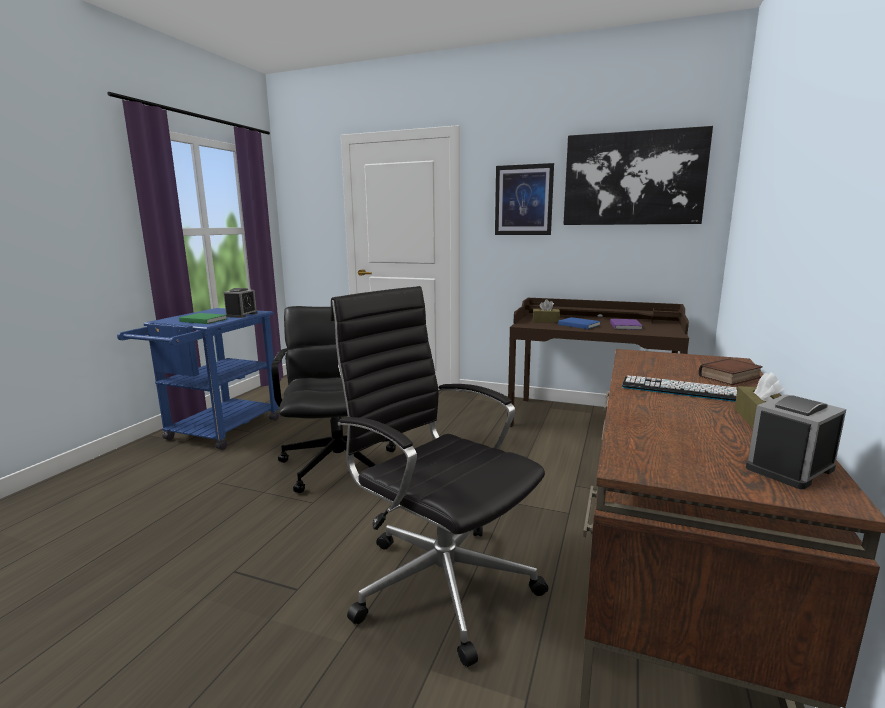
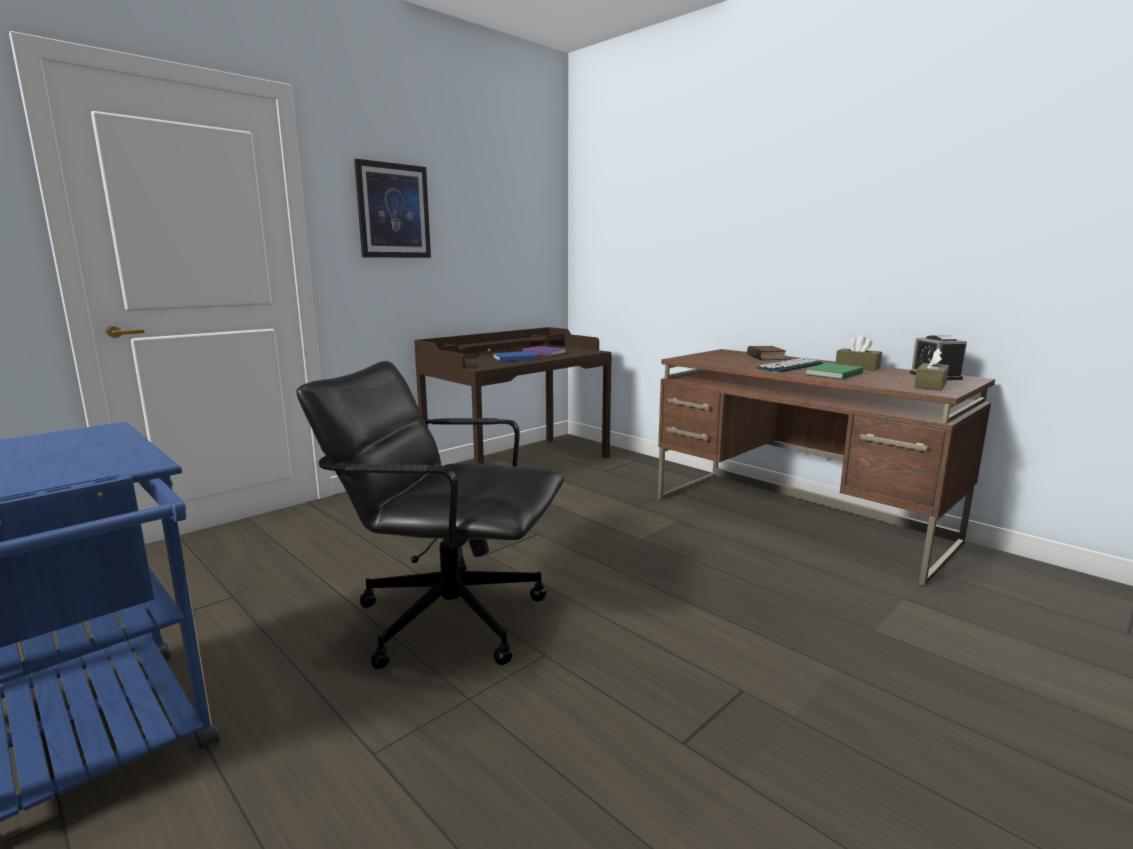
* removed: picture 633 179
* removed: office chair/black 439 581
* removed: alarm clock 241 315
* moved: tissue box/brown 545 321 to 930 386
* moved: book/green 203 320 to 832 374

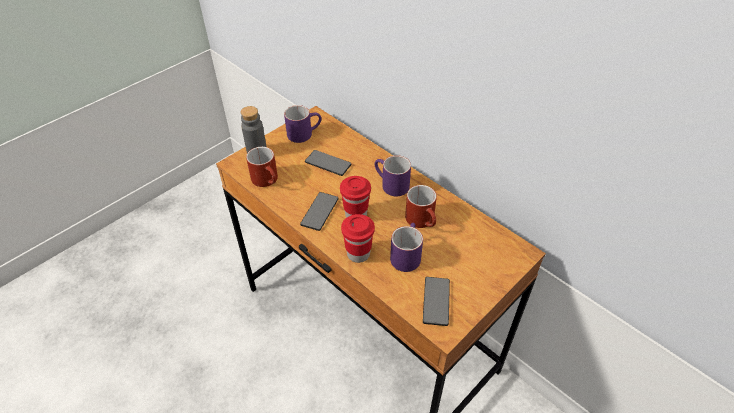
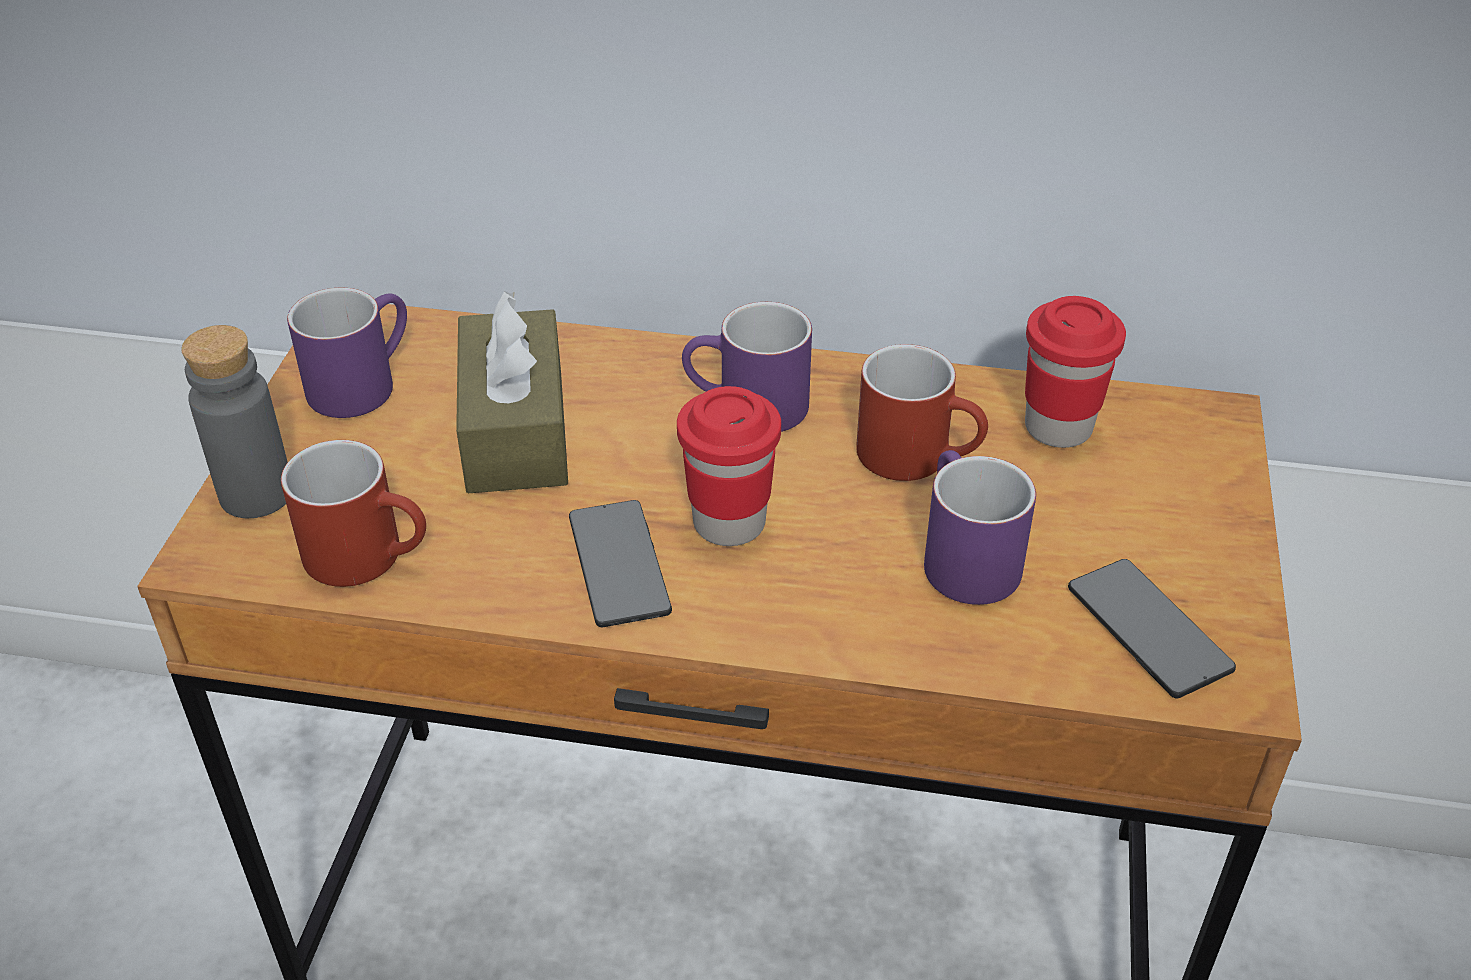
* replaced: phone 328 163 to tissue box/brown 515 430
* moved: cup/red 358 254 to 1058 428

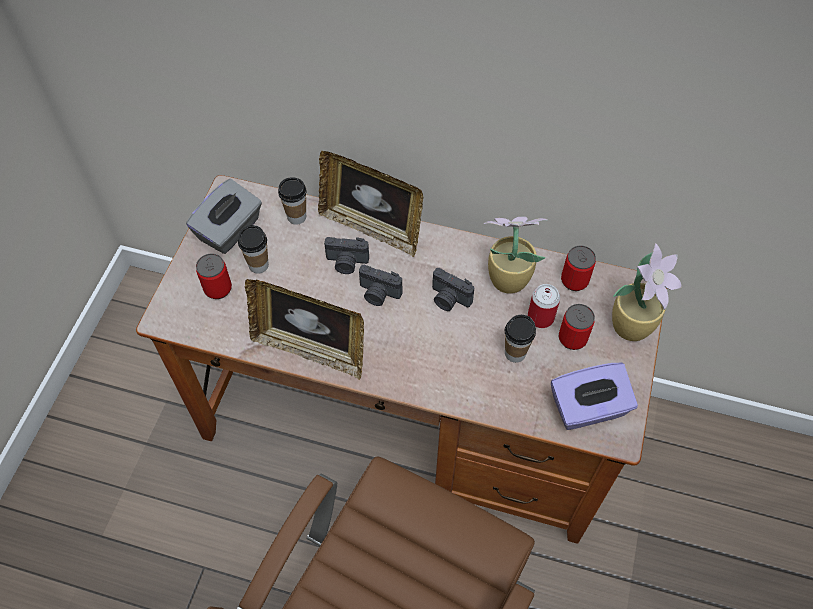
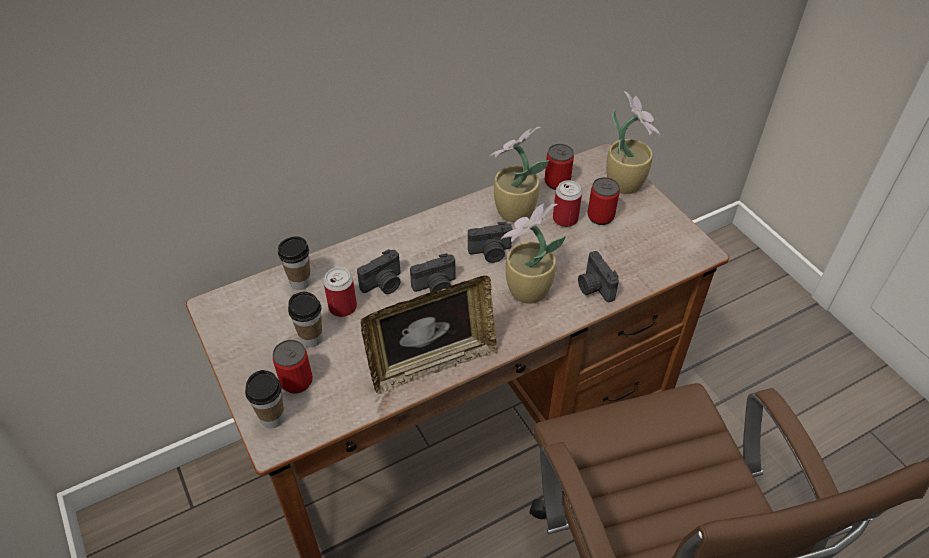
* removed: picture frame 371 227
* removed: tissue box/grey 230 230
* moved: cup 515 353 to 272 418
* removed: tissue box/purple 588 408
* added: potted plant 526 291
* added: photo camera 594 287
* added: can 342 307

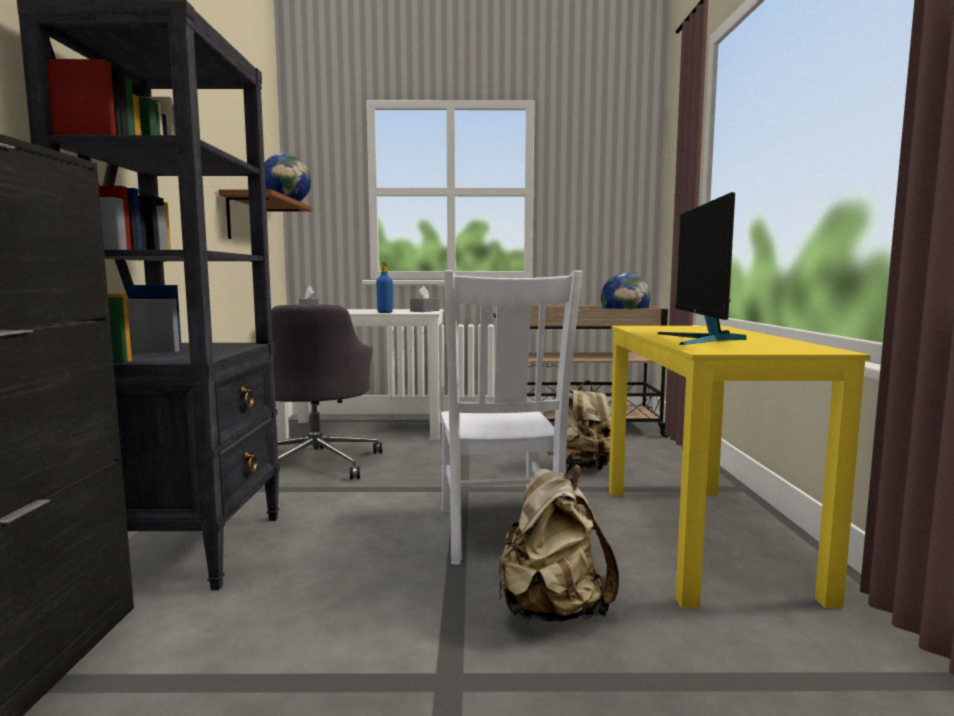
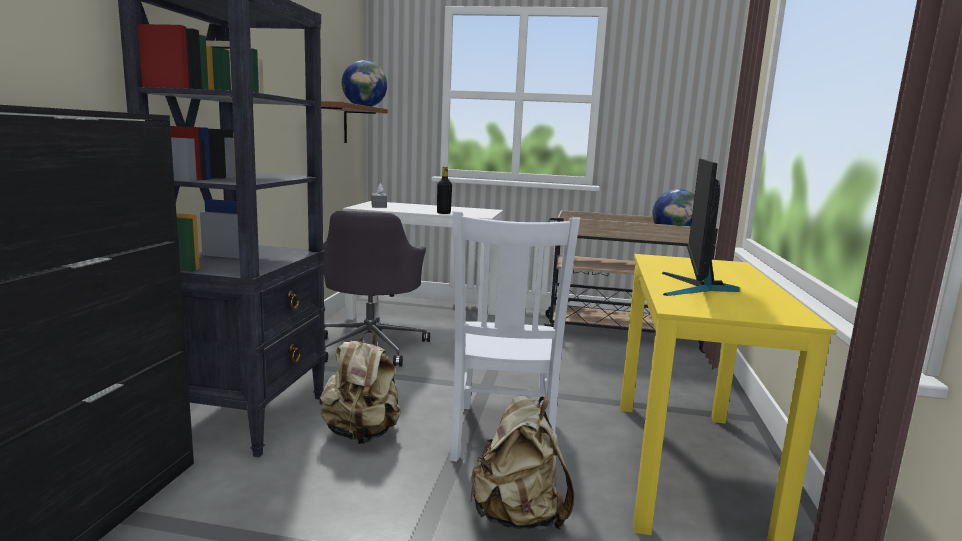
* recoloured: bottle/blue 385 312 to bottle/black 443 213
* removed: tissue box/grey 425 311
* moved: backpack/beige 584 468 to 362 434

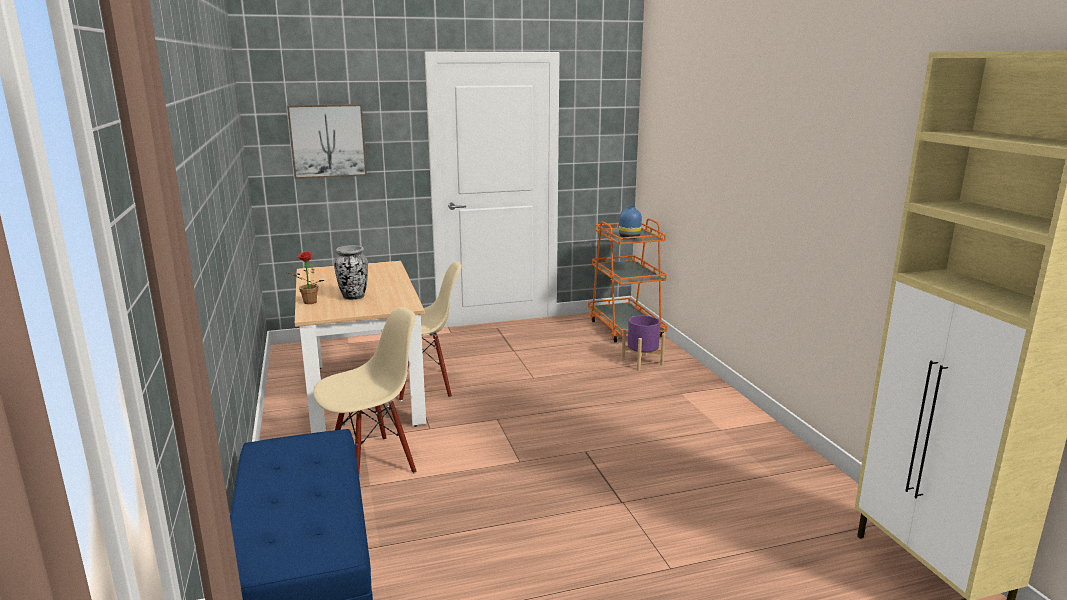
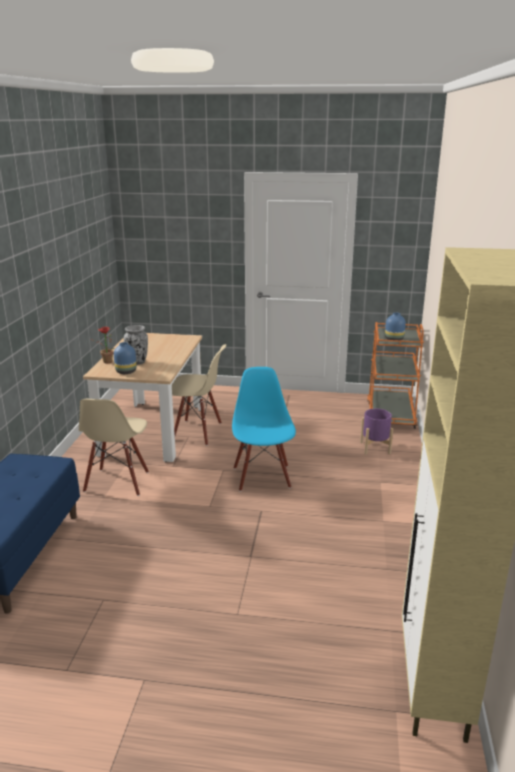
* removed: picture 328 141
* turned: chair/beige 372 463 = 117 482 105 degrees clockwise
* added: vase/blue 125 372
* added: chair/blue 262 477

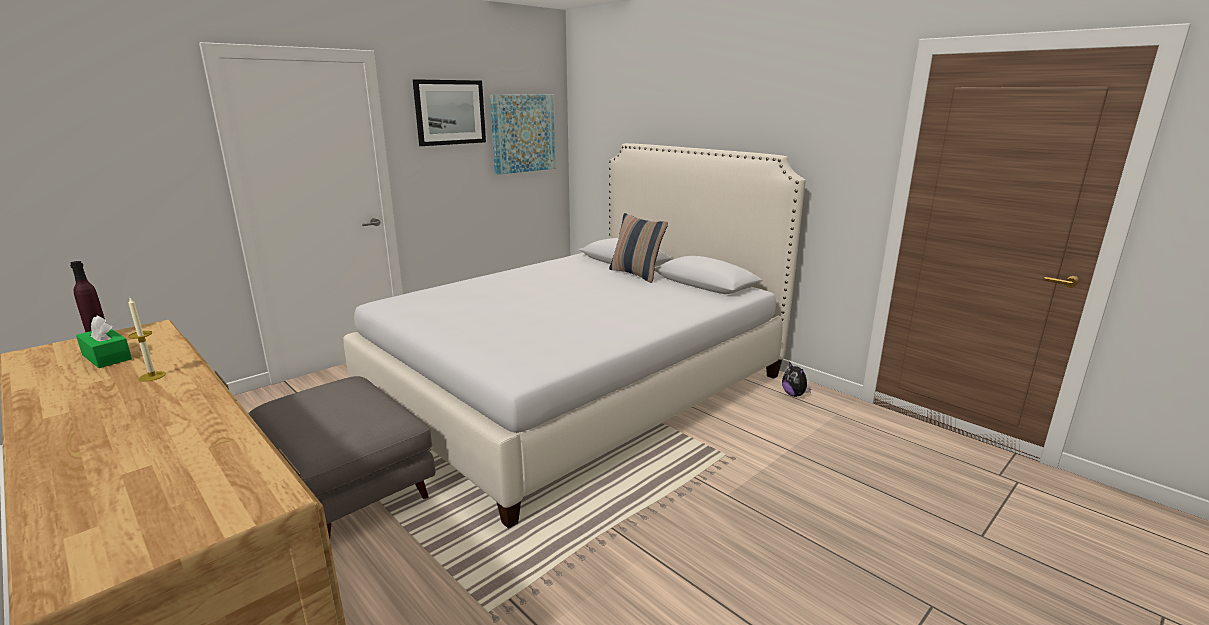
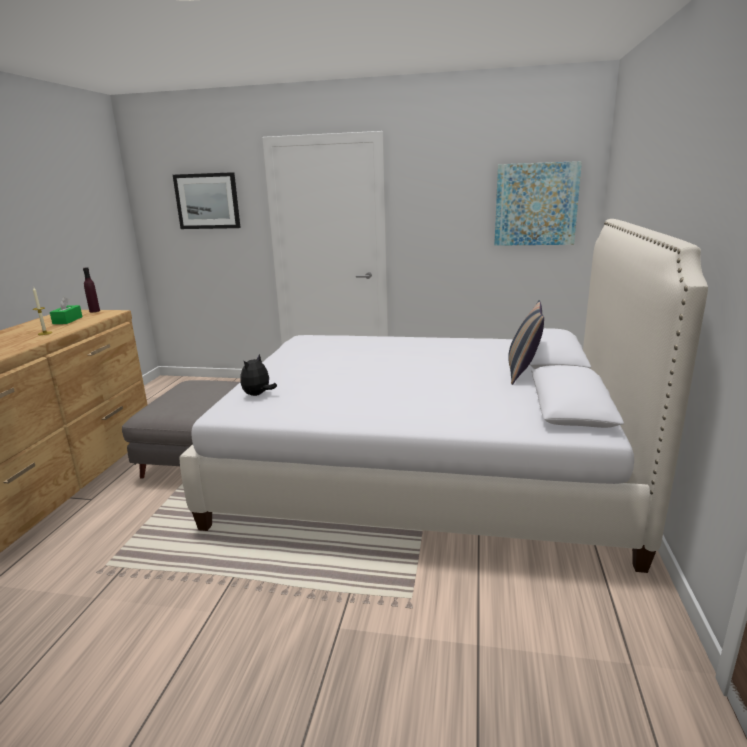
* moved: picture 450 112 to 207 201
* moved: plush toy 794 395 to 258 395

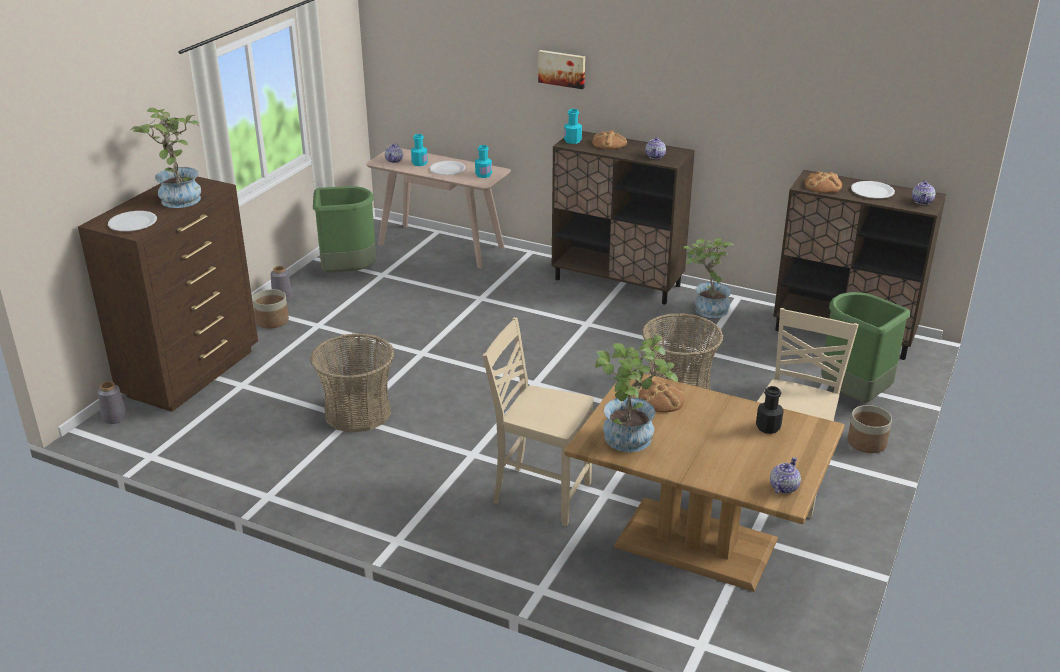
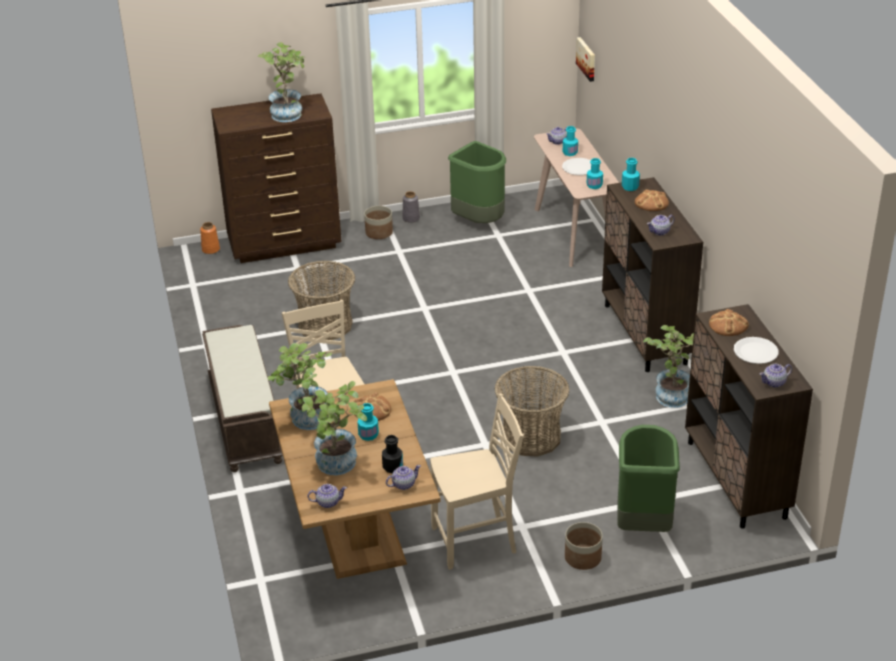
* moved: picture 562 68 to 587 58
* removed: plate/white 133 223
* recoloured: vase/grey 115 418 to vase/orange 211 249
* added: bench/brown 243 420
* added: potted plant 337 466
* added: bottle/turquoise 368 435
* added: teapot 403 484

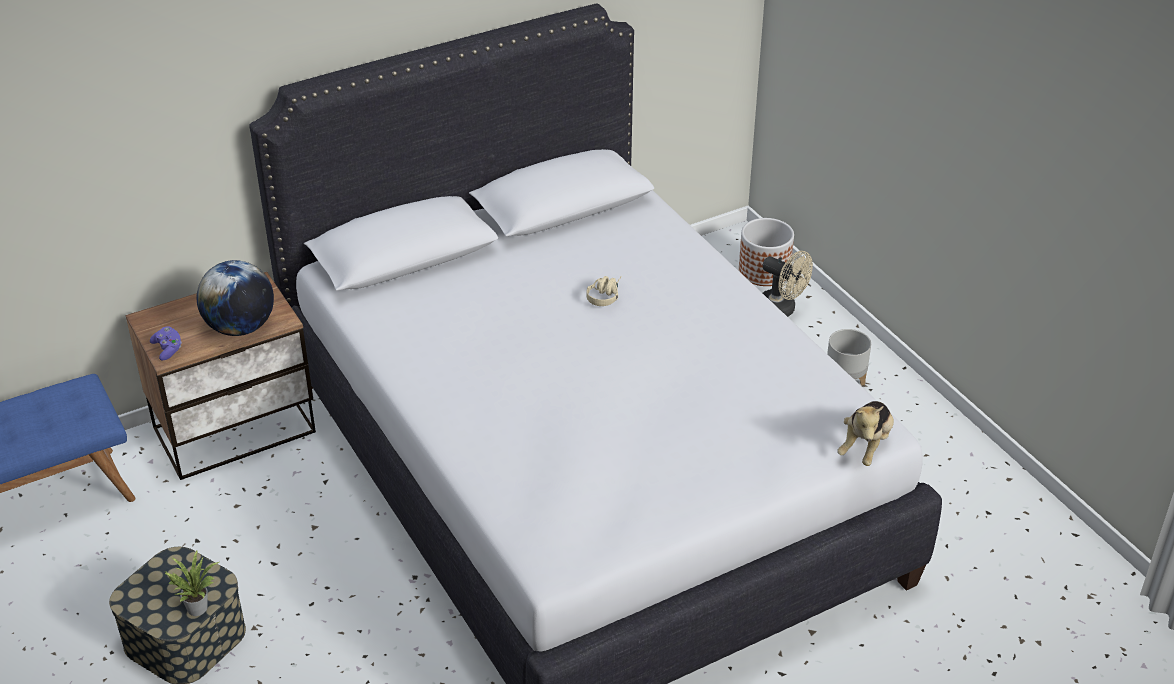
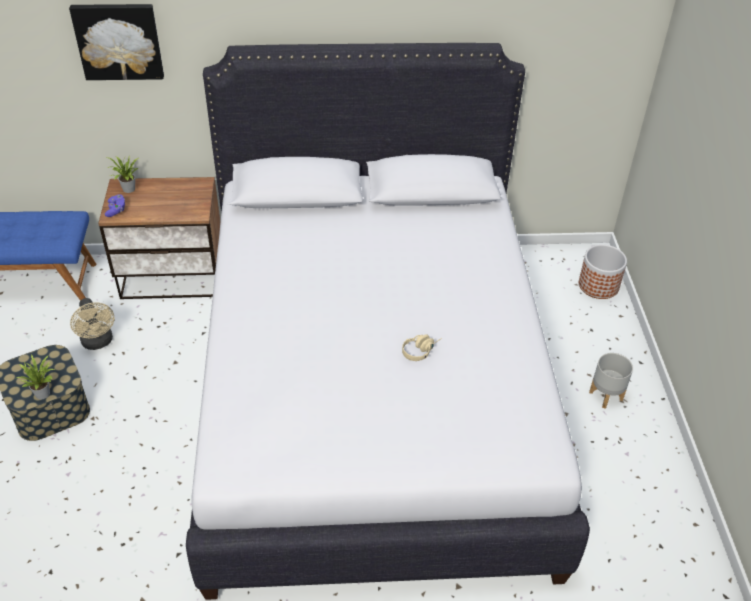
* moved: fan/beige 781 310 to 98 342
* removed: globe 240 327
* moved: headphones/beige 605 295 to 421 350
* removed: plush toy 865 446
* added: picture 119 41
* added: potted plant 128 190

